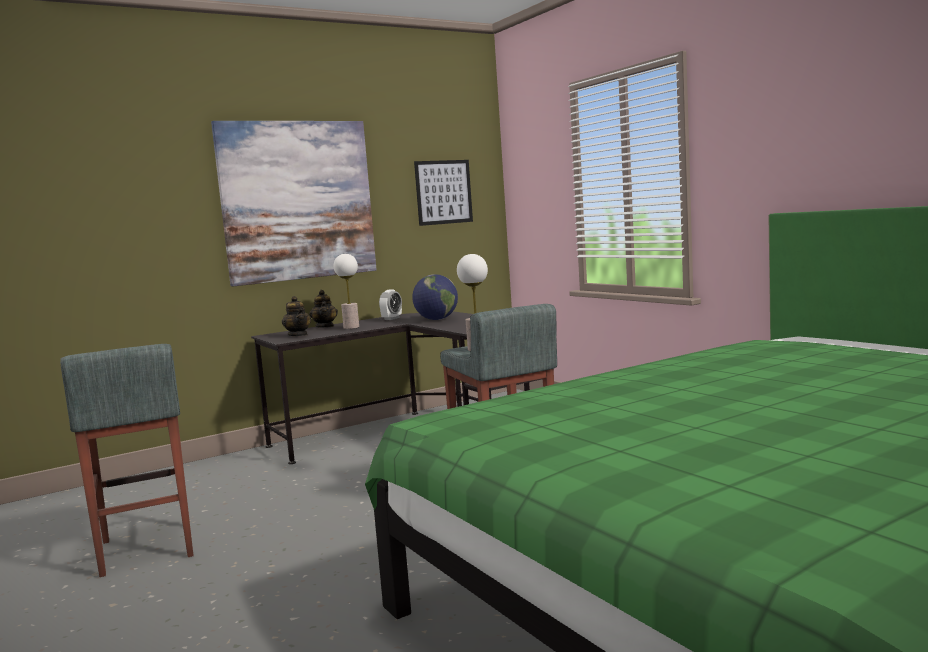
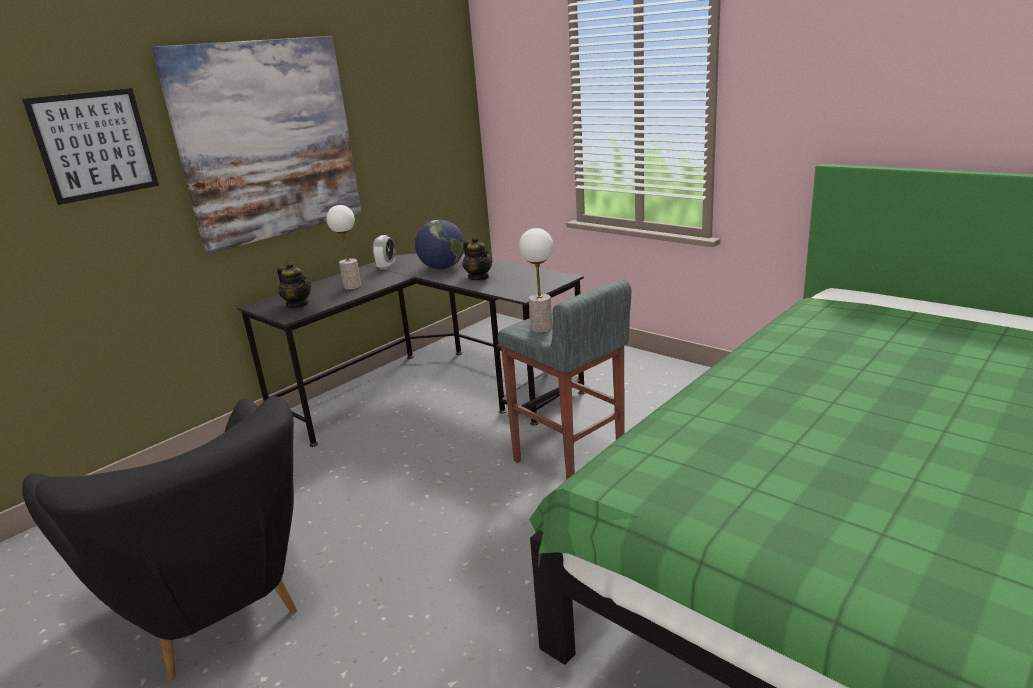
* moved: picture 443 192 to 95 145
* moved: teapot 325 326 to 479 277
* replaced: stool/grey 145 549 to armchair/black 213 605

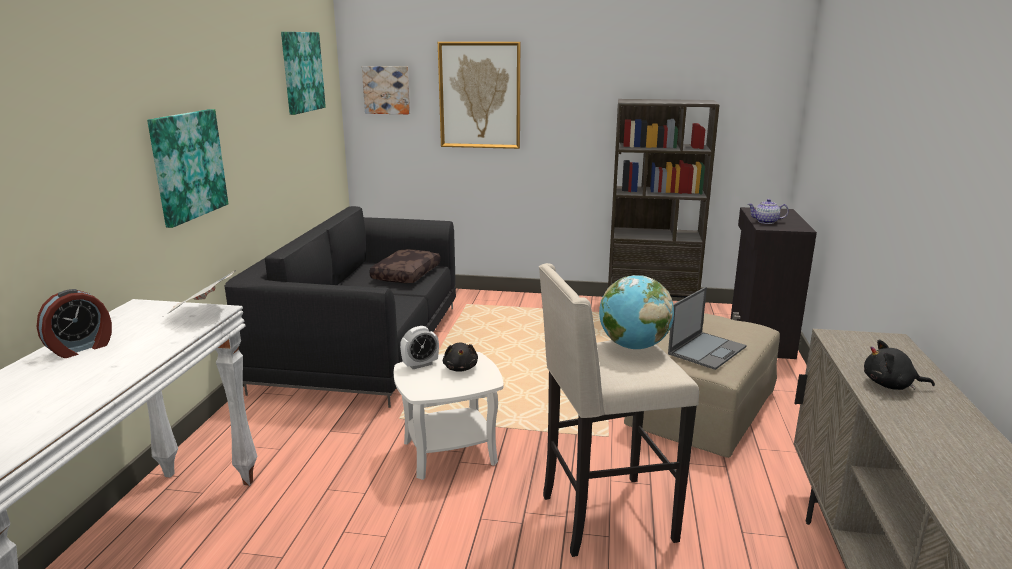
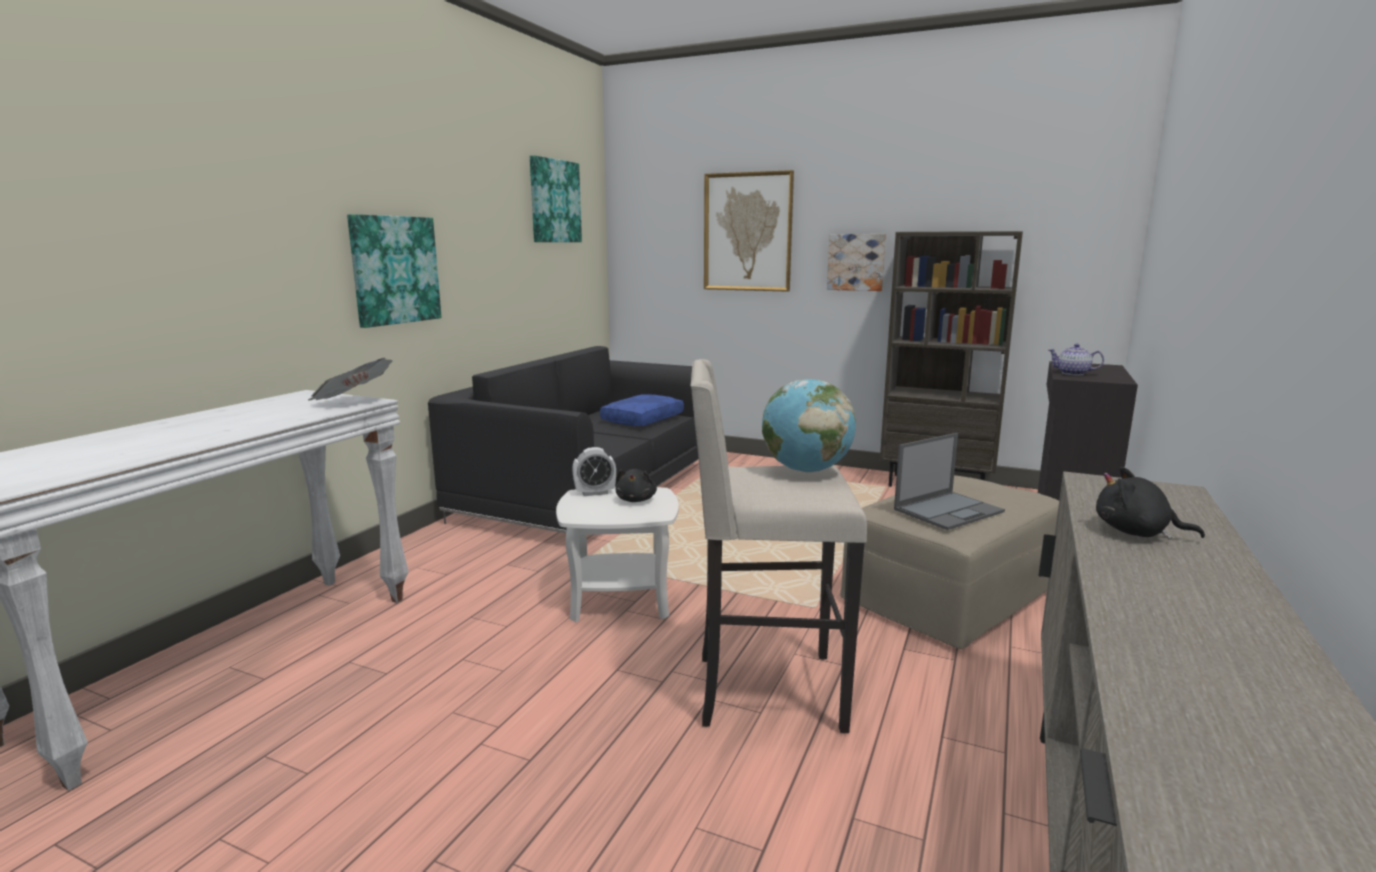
* moved: picture 387 90 to 856 262
* recoloured: pillow/brown 405 274 to pillow/blue 642 419
* removed: alarm clock 81 348

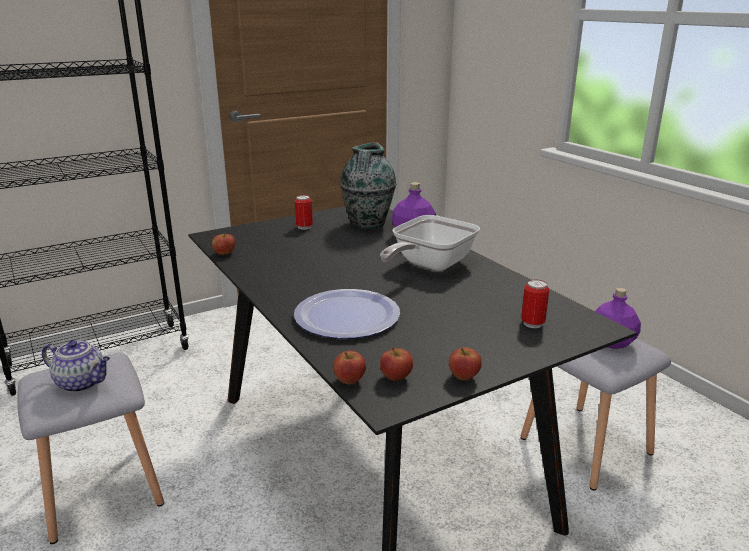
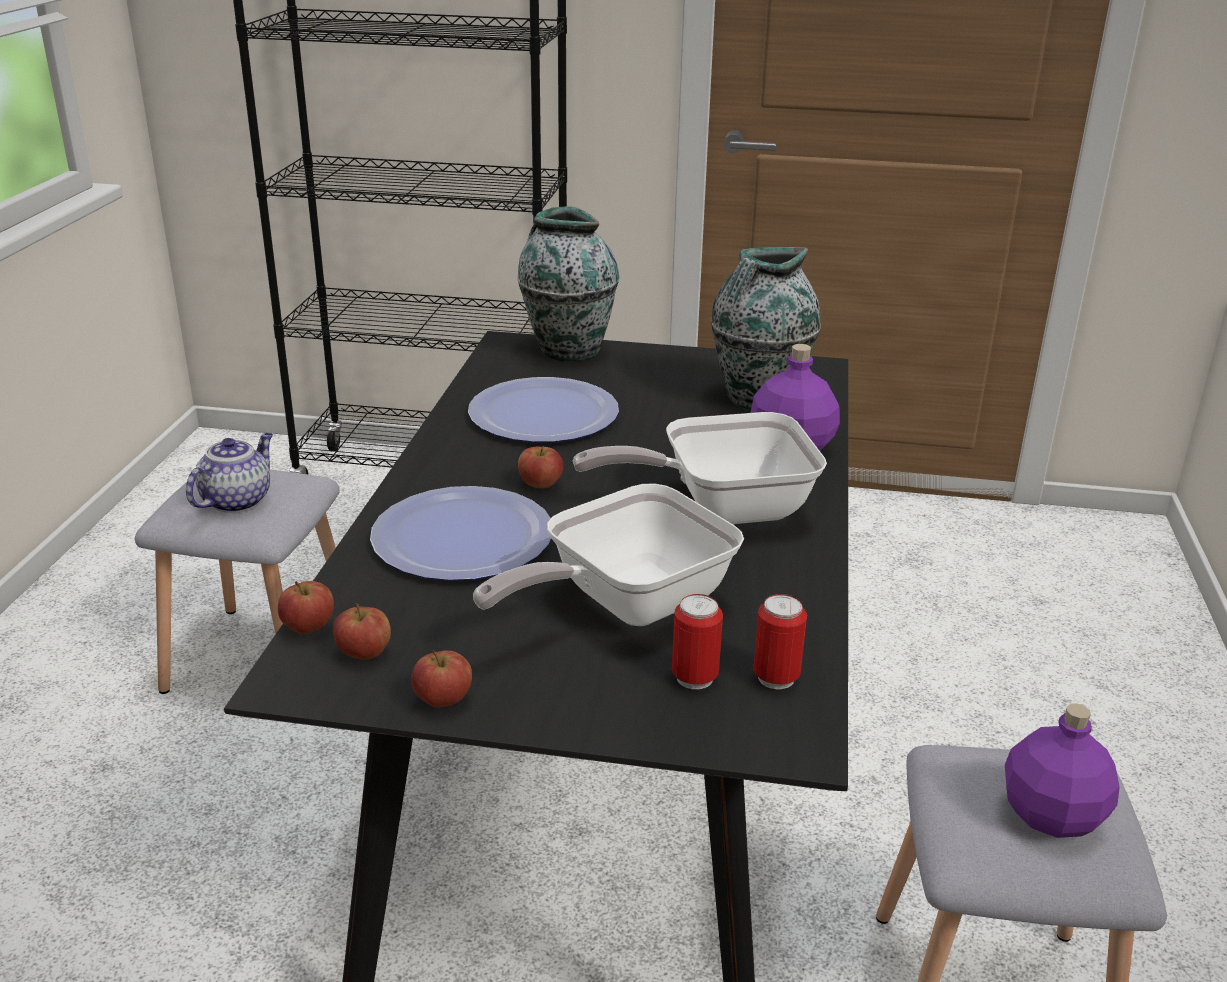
* moved: can 304 227 to 776 678
* moved: apple 224 253 to 540 485
* turned: teapot 82 383 = 237 500 120 degrees counterclockwise
* added: vase 568 349
* added: plate 543 414
* added: frying pan 624 605

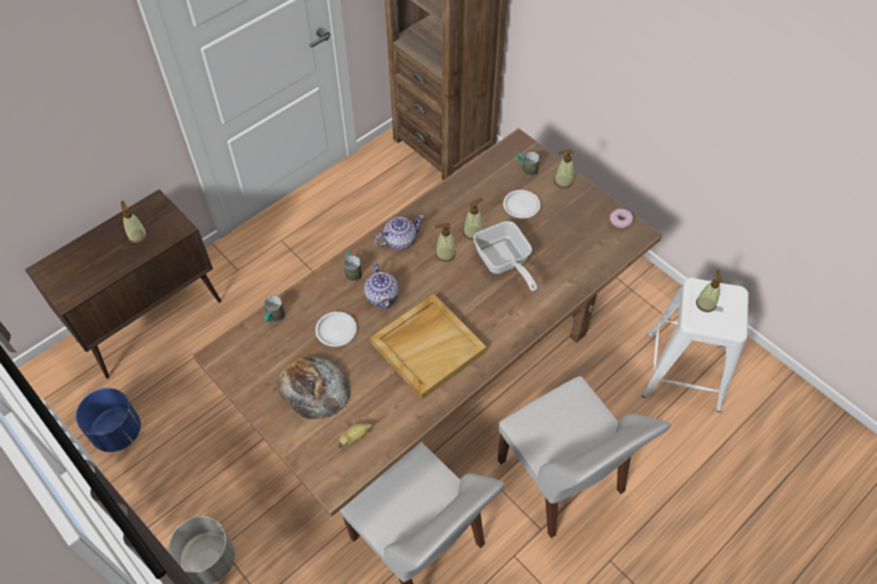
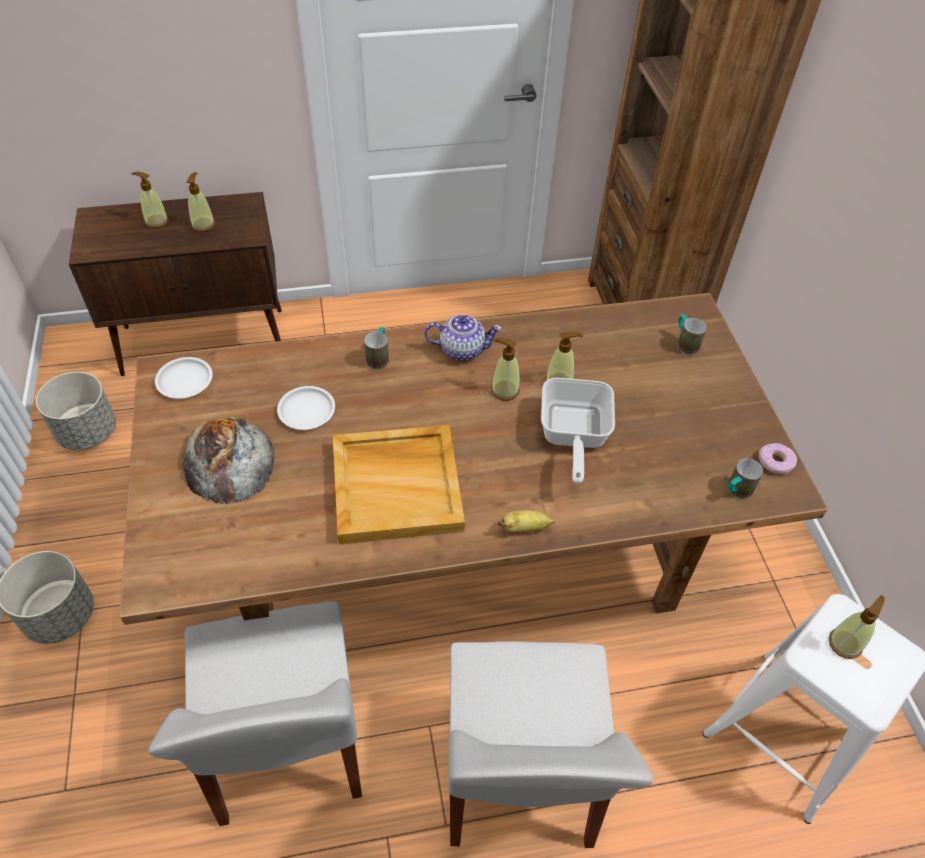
* moved: soap dispenser 563 181 to 156 221
* moved: plate/white 521 206 to 184 381
* removed: teapot 382 296
* moved: mug 274 318 to 736 491
* recoloured: planter/blue 118 431 to planter/grey 88 432
* moved: banana 354 438 to 525 528

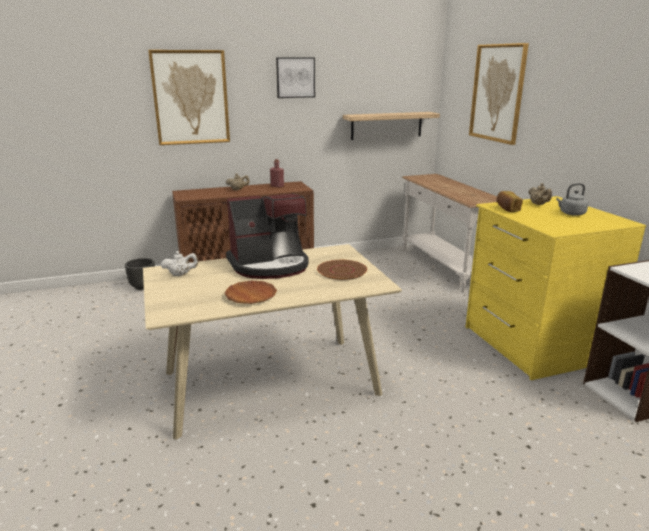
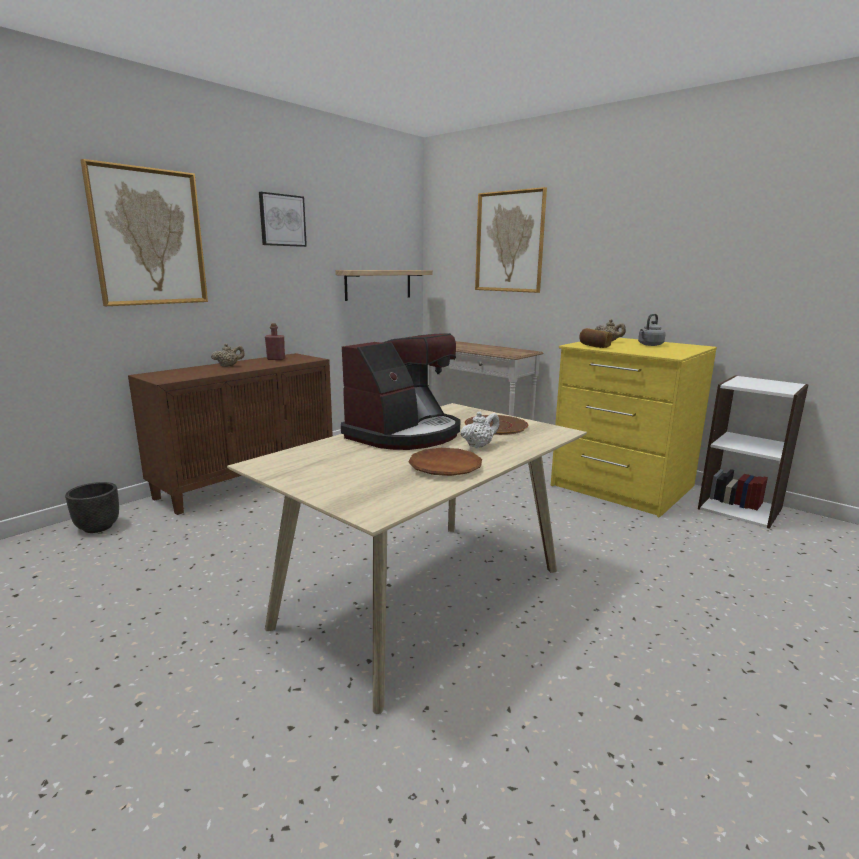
* moved: teapot/white 180 275 to 479 445

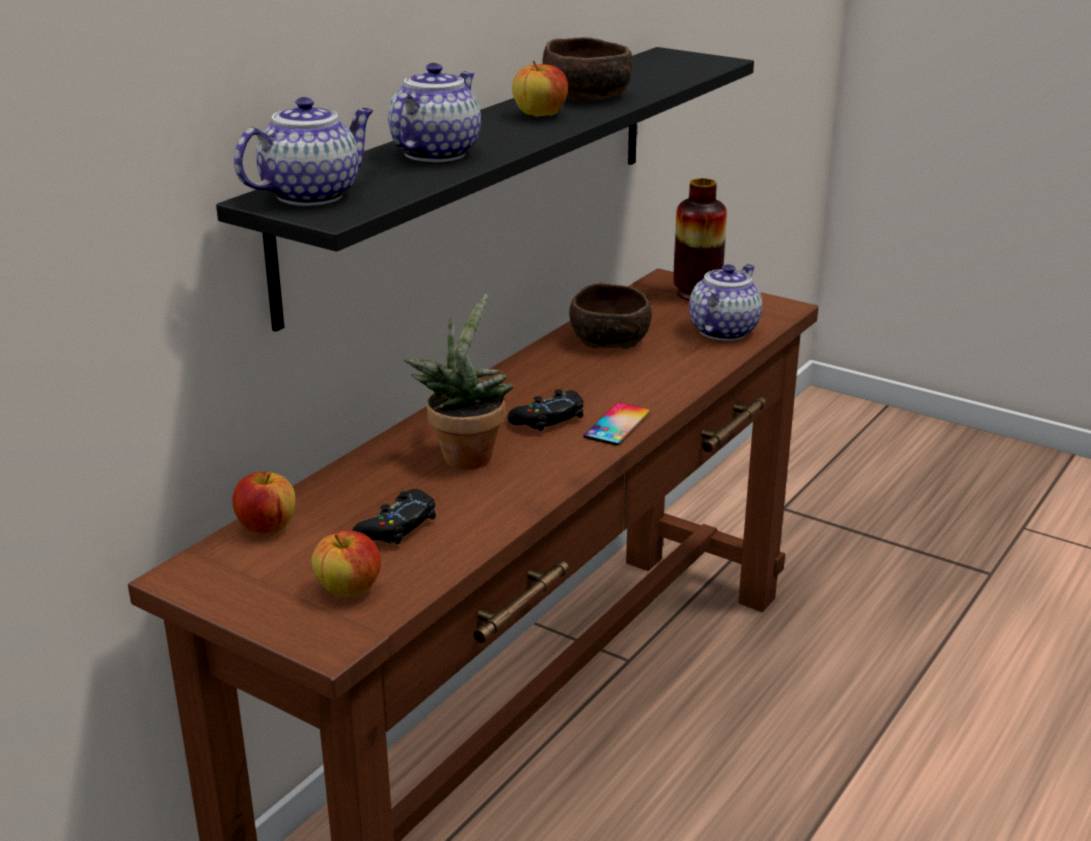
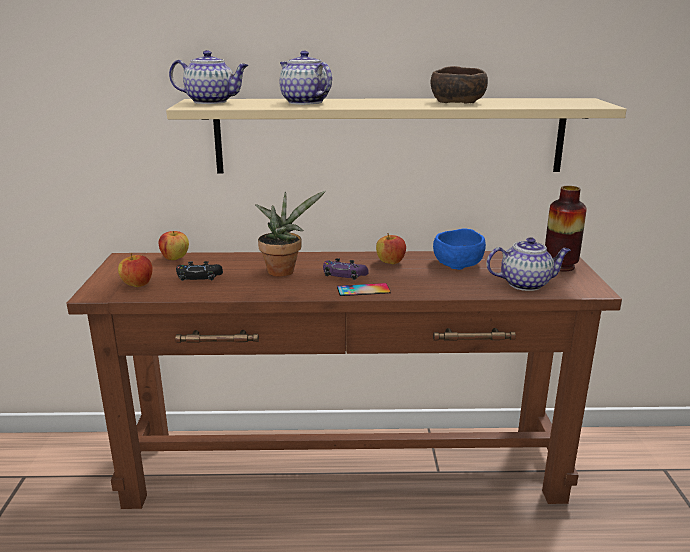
* recoloured: shelf/black 479 172 to shelf/beige 389 136
* moved: apple 540 115 to 390 262
* turned: teapot 436 153 = 304 102 120 degrees counterclockwise
* recoloured: bowl/brown 611 340 to bowl/blue 457 264
* recoloured: game controller/black 548 419 to game controller/purple 344 275

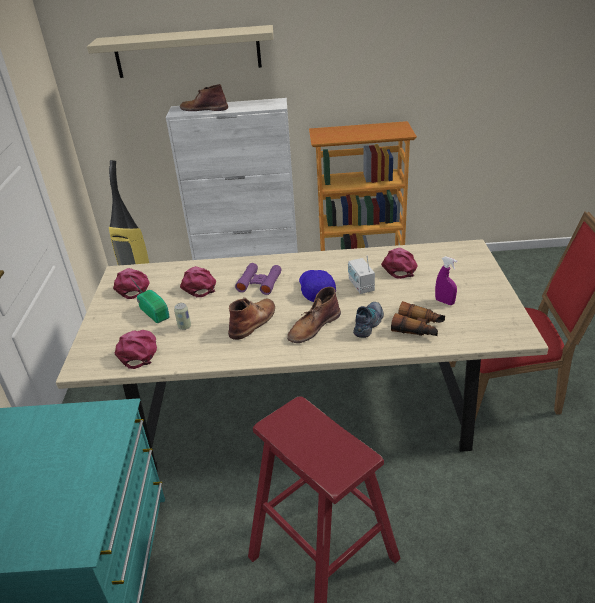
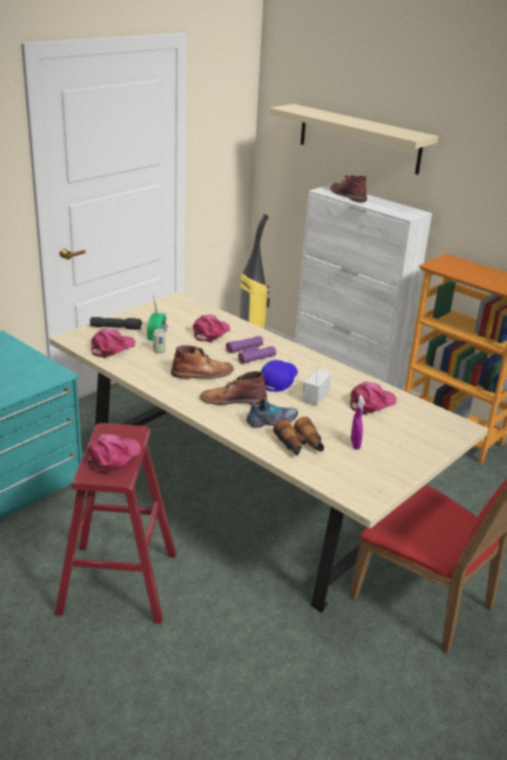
* moved: cap/pink 133 286 to 113 457
* added: flashlight/black 116 327

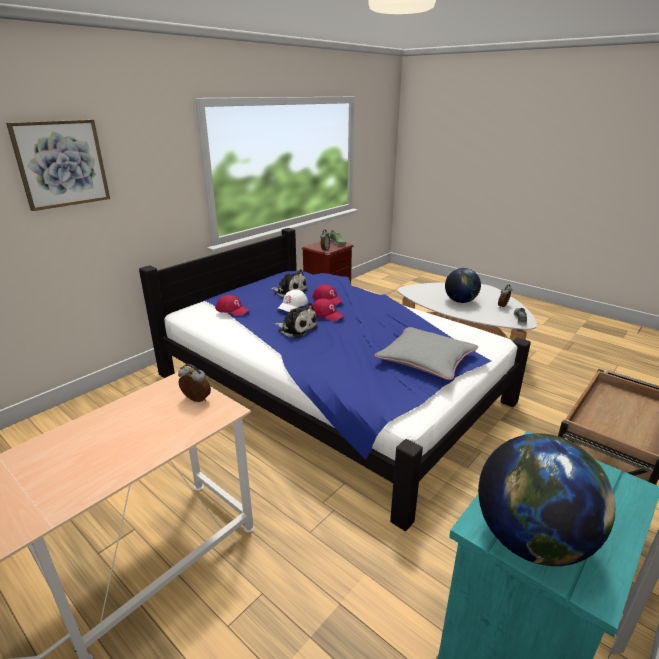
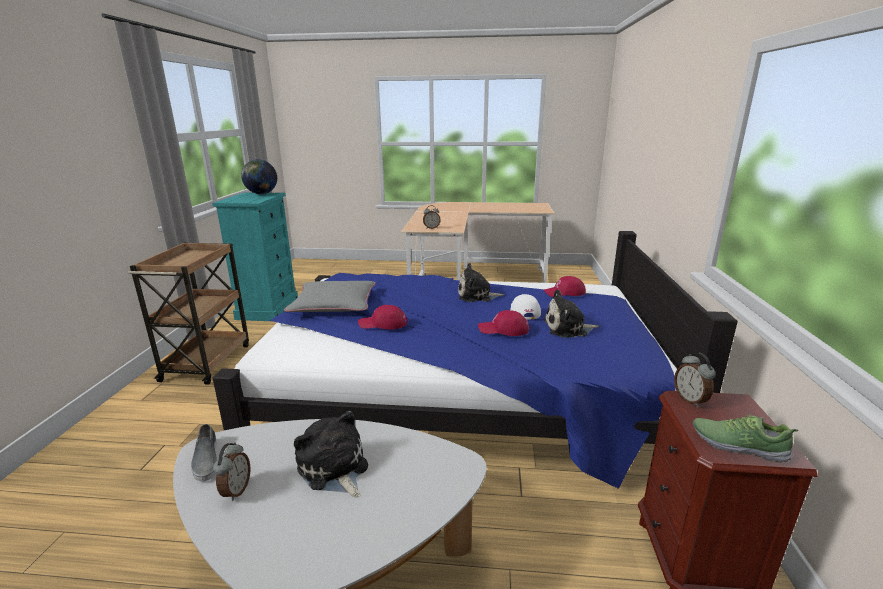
* removed: picture 61 164
* replaced: globe 460 301 to plush toy 334 469
* moved: cap/red 327 314 to 383 324

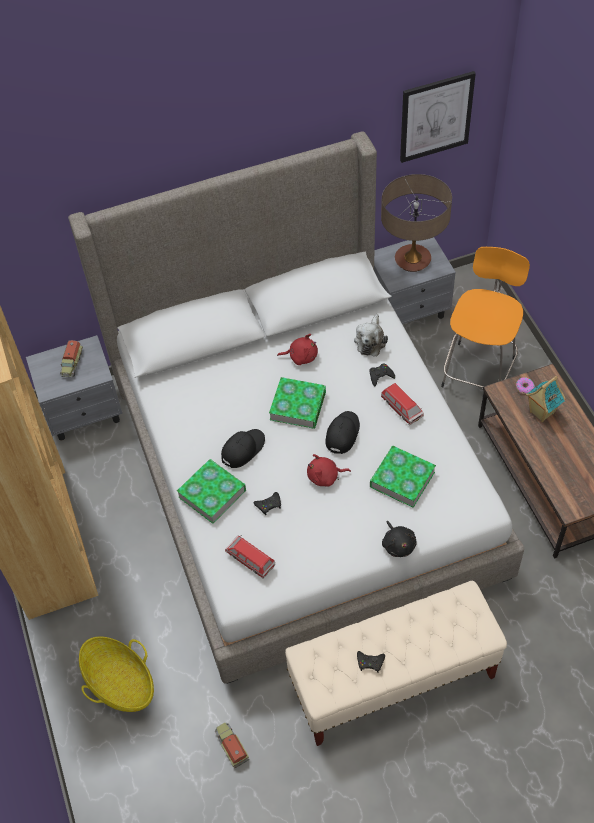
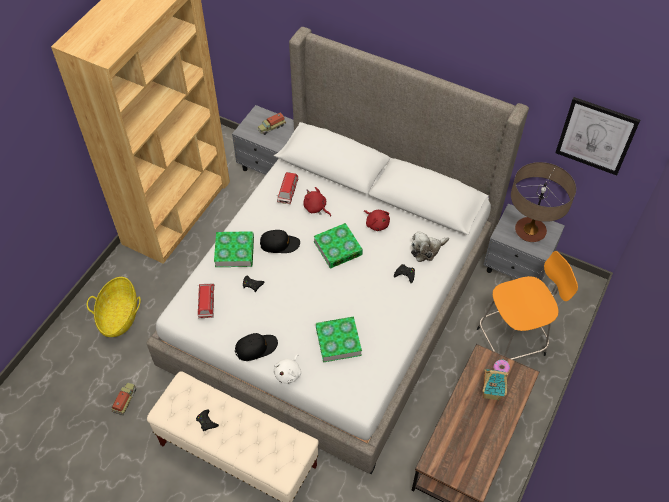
* moved: toy car 401 408 to 288 192
* moved: cap/black 342 434 to 256 348
* moved: plush toy/red 325 477 to 316 208
* recoloured: plush toy/black 398 544 to plush toy/white 288 373

